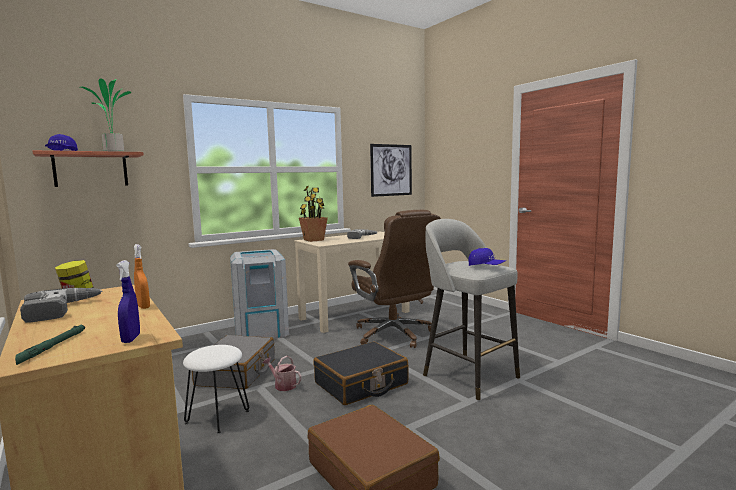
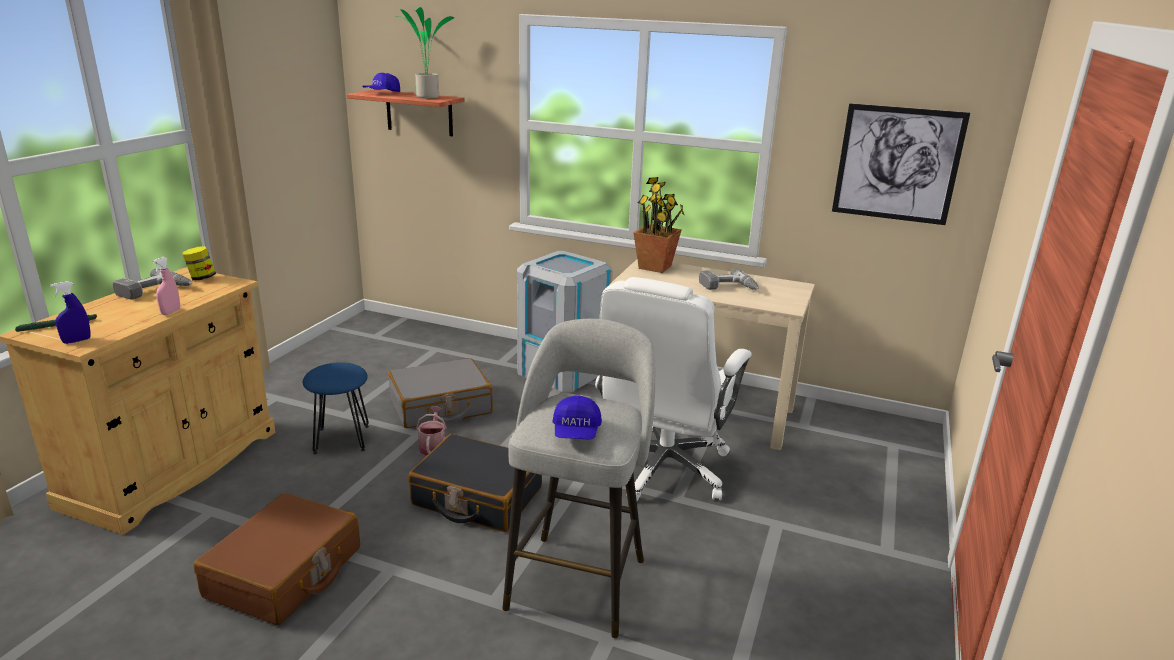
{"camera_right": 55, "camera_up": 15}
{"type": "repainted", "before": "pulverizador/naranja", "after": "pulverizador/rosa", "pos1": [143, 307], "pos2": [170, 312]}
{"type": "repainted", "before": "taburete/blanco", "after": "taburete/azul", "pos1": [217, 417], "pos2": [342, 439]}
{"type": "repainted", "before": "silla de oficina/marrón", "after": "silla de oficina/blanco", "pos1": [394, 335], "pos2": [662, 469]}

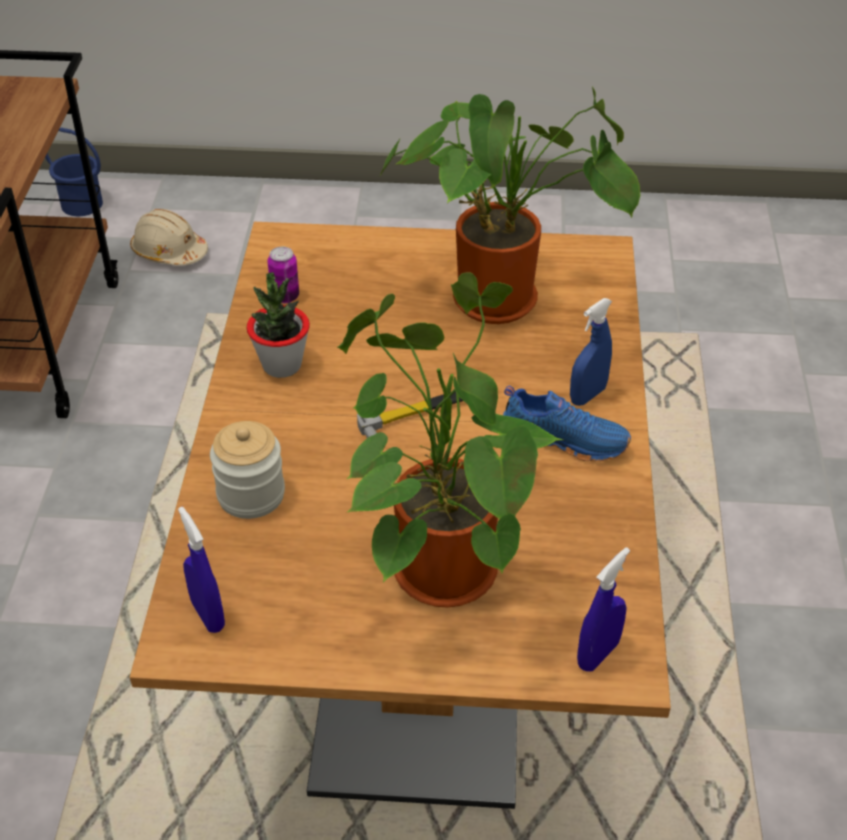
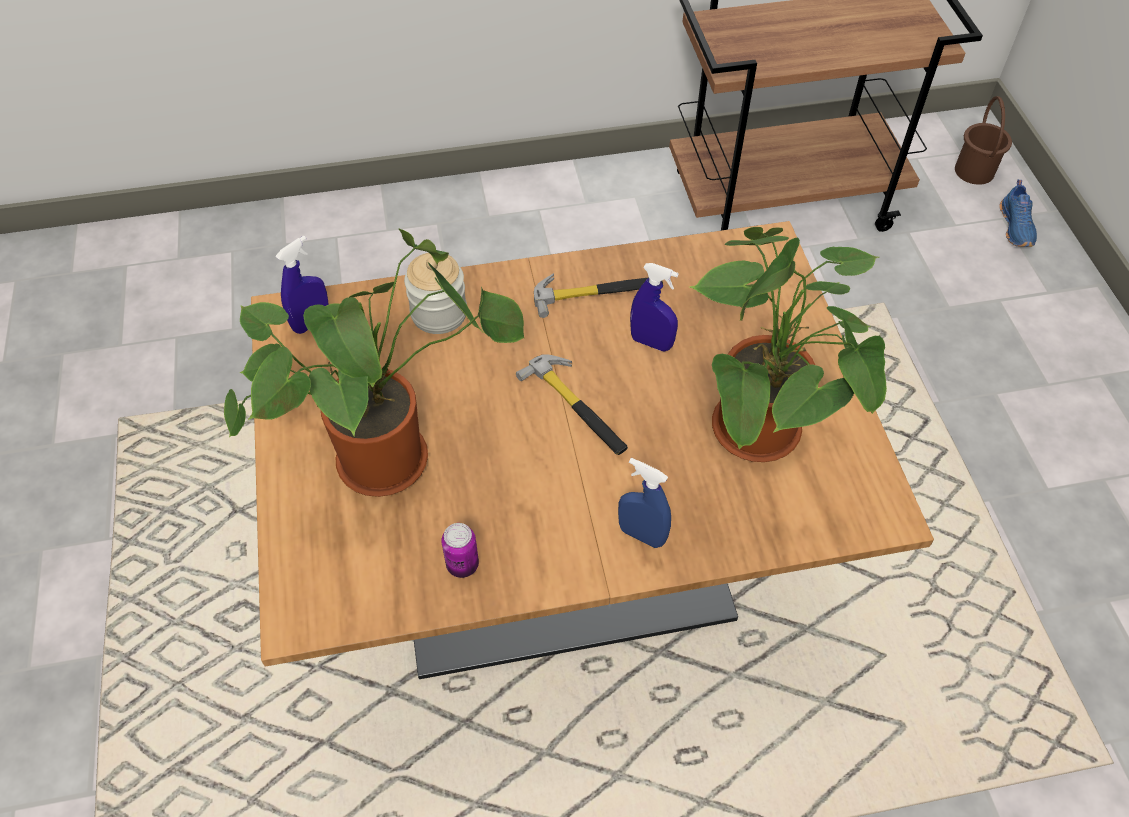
{"camera_right": 75, "camera_up": 10}
{"type": "gone", "before": "casco/beis", "pos1": [169, 252]}
{"type": "shifted", "before": "lata", "pos1": [285, 296], "pos2": [462, 565]}
{"type": "shifted", "before": "zapato/azul", "pos1": [563, 439], "pos2": [1017, 227]}
{"type": "shifted", "before": "pulverizador/azul", "pos1": [598, 654], "pos2": [651, 342]}
{"type": "swapped", "before": "planta en maceta", "after": "martillo", "pos1": [282, 365], "pos2": [597, 292]}
{"type": "repainted", "before": "cubo/azul", "after": "cubo/marrón", "pos1": [82, 204], "pos2": [975, 171]}

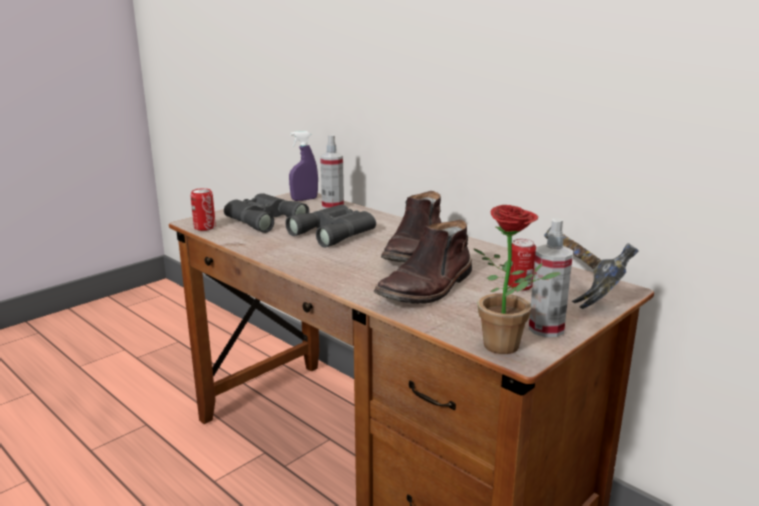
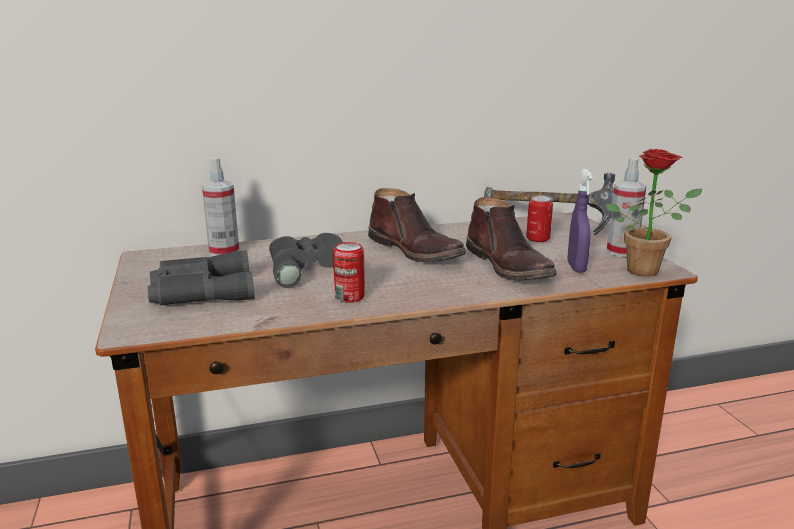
{"camera_right": -60, "camera_up": 0}
{"type": "shifted", "before": "lata", "pos1": [204, 227], "pos2": [349, 297]}
{"type": "shifted", "before": "pulverizador/morado", "pos1": [304, 199], "pos2": [576, 267]}

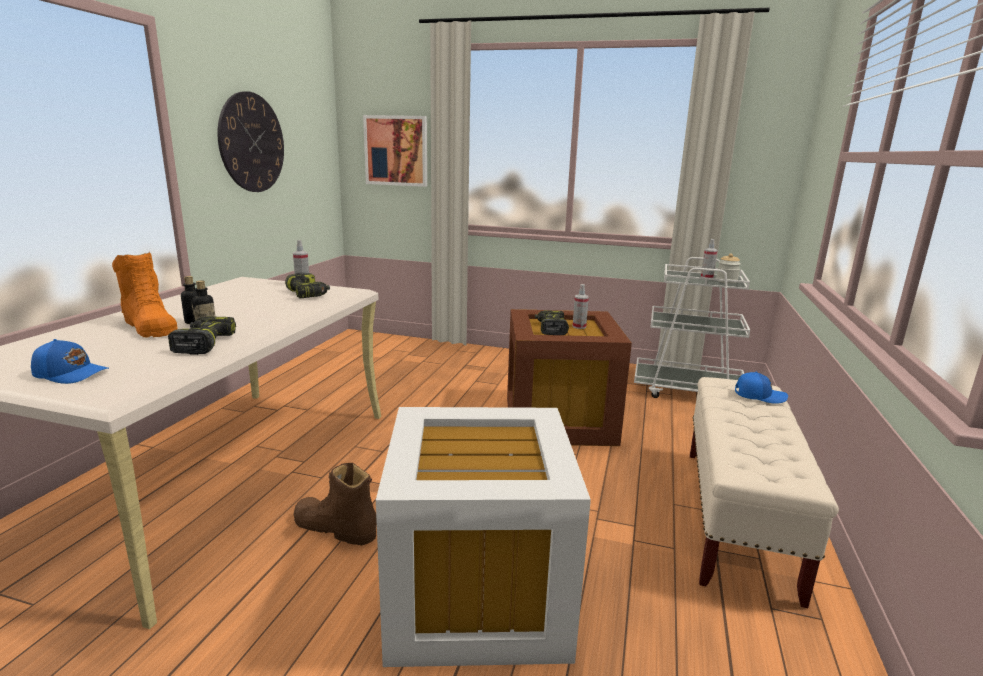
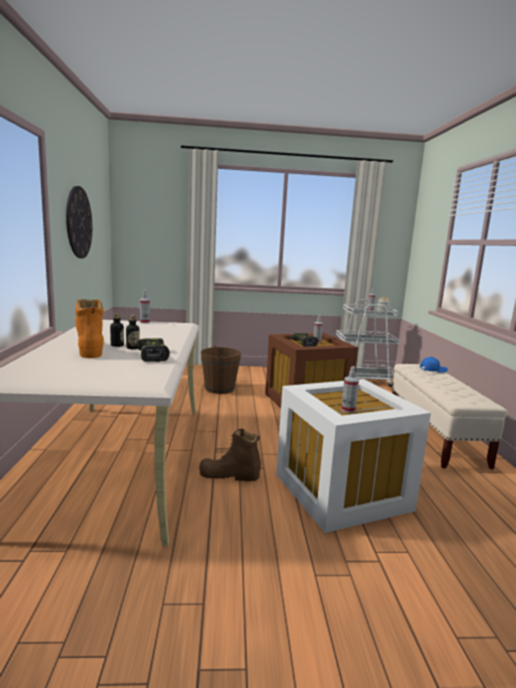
{"camera_right": -20, "camera_up": -5}
{"type": "gone", "before": "gorra/azul", "pos1": [71, 373]}
{"type": "gone", "before": "taladro", "pos1": [308, 294]}
{"type": "gone", "before": "cuadro", "pos1": [396, 151]}
{"type": "new", "after": "cubo/marrón", "pos2": [219, 388]}
{"type": "new", "after": "pulverizador", "pos2": [348, 410]}
{"type": "rotated", "before": "bota/naranja", "pos1": [149, 326], "pos2": [91, 349], "turn": -135}

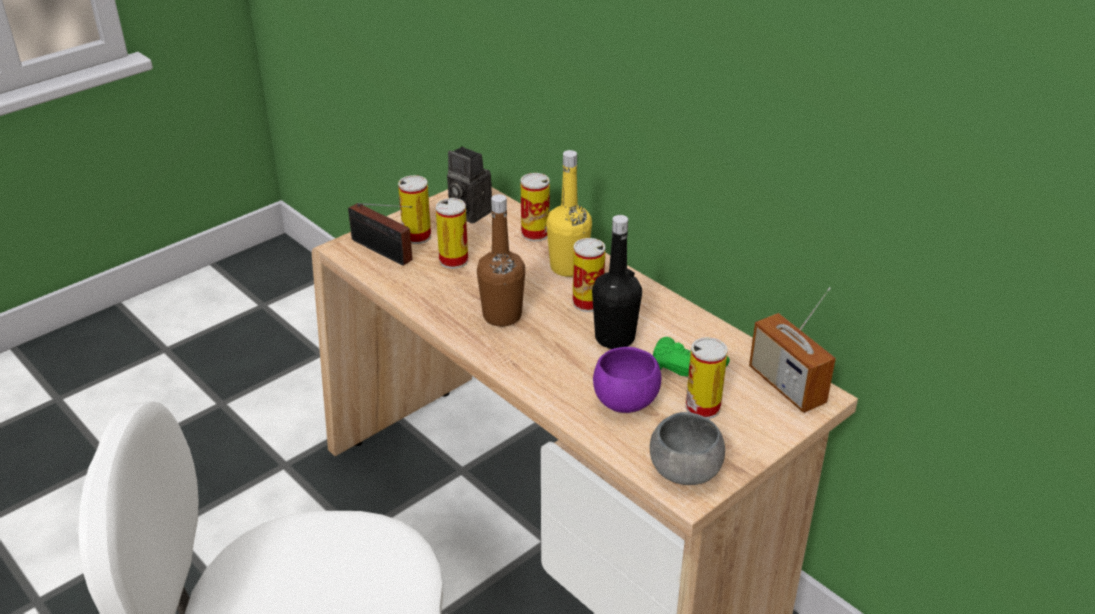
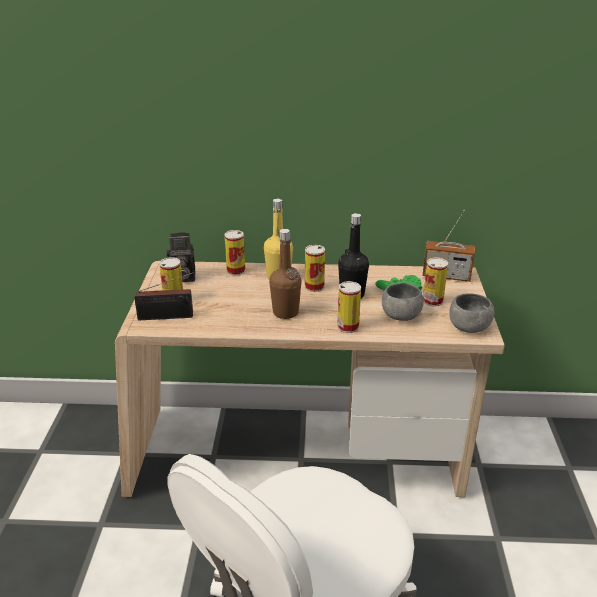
{"camera_right": -45, "camera_up": -5}
{"type": "shifted", "before": "lata", "pos1": [453, 260], "pos2": [348, 327]}
{"type": "repainted", "before": "cuenco/morado", "after": "cuenco/gris", "pos1": [625, 401], "pos2": [401, 316]}

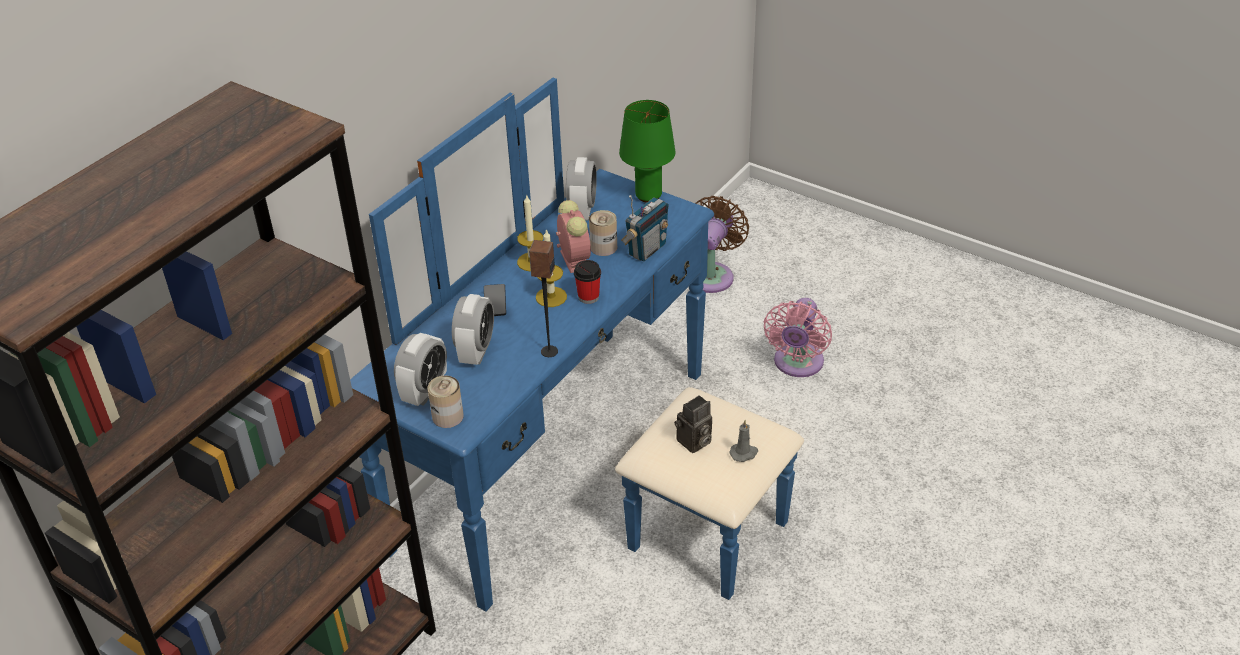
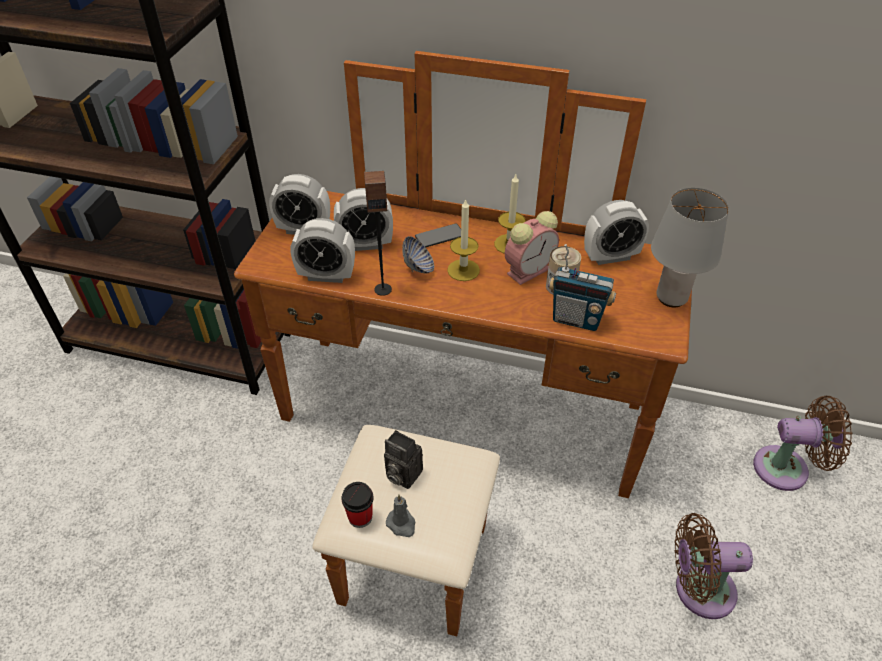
{"camera_right": 70, "camera_up": 5}
{"type": "gone", "before": "lata", "pos1": [447, 416]}
{"type": "new", "after": "despertador", "pos2": [326, 275]}
{"type": "new", "after": "cuenco", "pos2": [418, 267]}
{"type": "shifted", "before": "taza", "pos1": [588, 297], "pos2": [360, 517]}
{"type": "repainted", "before": "cómoda/azul", "after": "cómoda/marrón", "pos1": [587, 474], "pos2": [453, 442]}
{"type": "repainted", "before": "lámpara de mesa/verde", "after": "lámpara de mesa/gris", "pos1": [648, 196], "pos2": [670, 298]}
{"type": "repainted", "before": "ventilador/rosa", "after": "ventilador/marrón", "pos1": [797, 364], "pos2": [698, 590]}

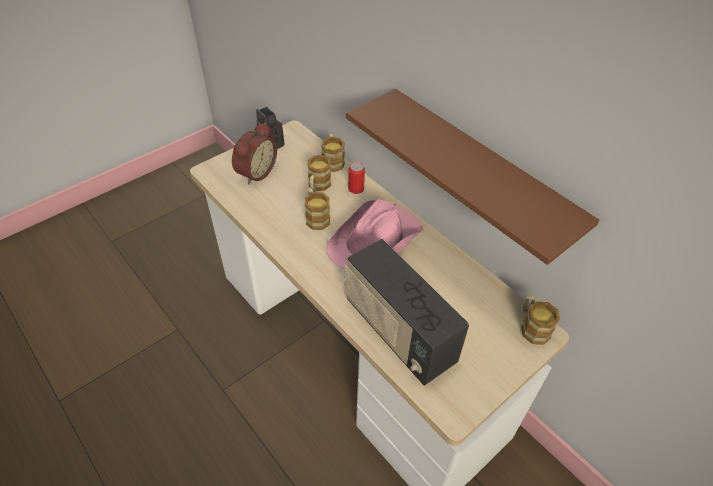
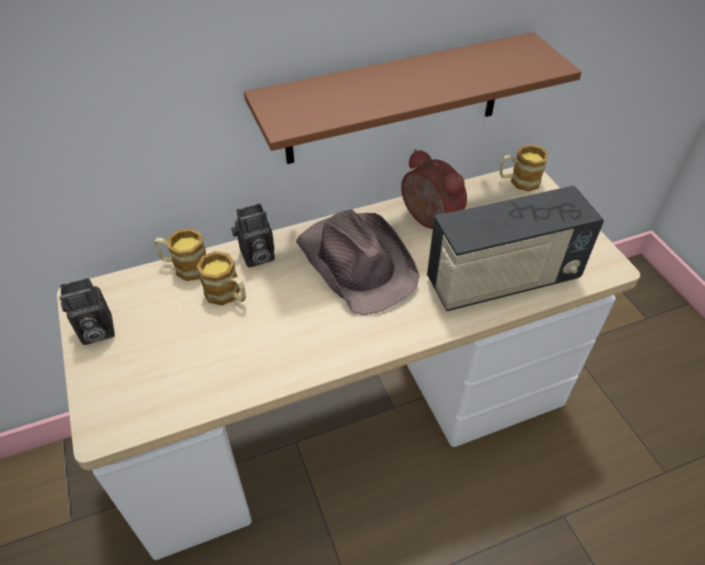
{"camera_right": -70, "camera_up": 0}
{"type": "gone", "before": "taza grande", "pos1": [316, 217]}
{"type": "shifted", "before": "despertador", "pos1": [255, 172], "pos2": [427, 219]}
{"type": "swapped", "before": "lata", "after": "cámara", "pos1": [356, 189], "pos2": [256, 257]}
{"type": "repainted", "before": "sombrero/rosa", "after": "sombrero/marrón", "pos1": [376, 240], "pos2": [356, 262]}

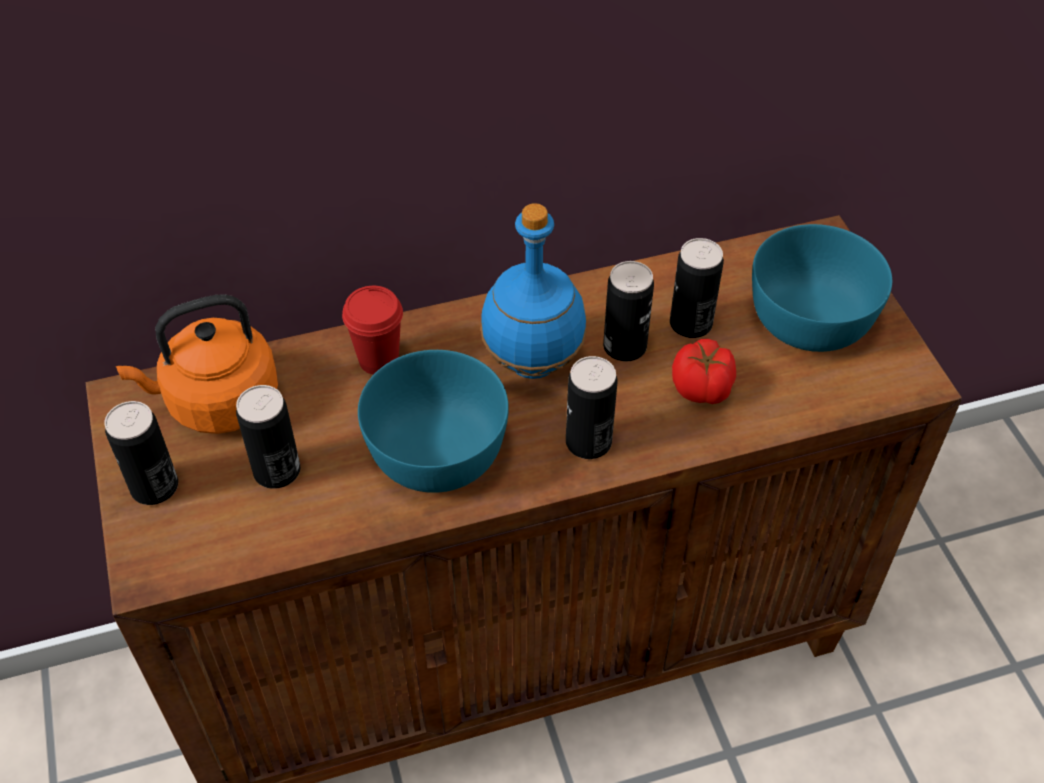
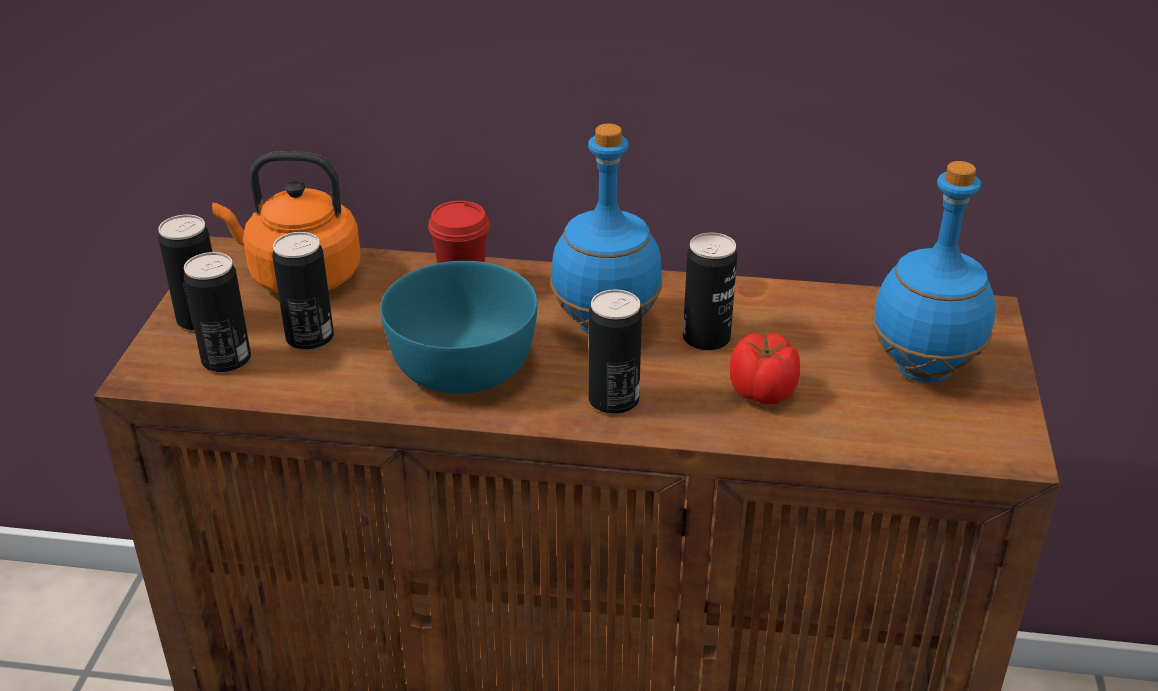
{"camera_right": 25, "camera_up": -15}
{"type": "shifted", "before": "lata", "pos1": [690, 324], "pos2": [226, 360]}
{"type": "swapped", "before": "cuenco/turquesa", "after": "botella/azul", "pos1": [808, 318], "pos2": [921, 368]}

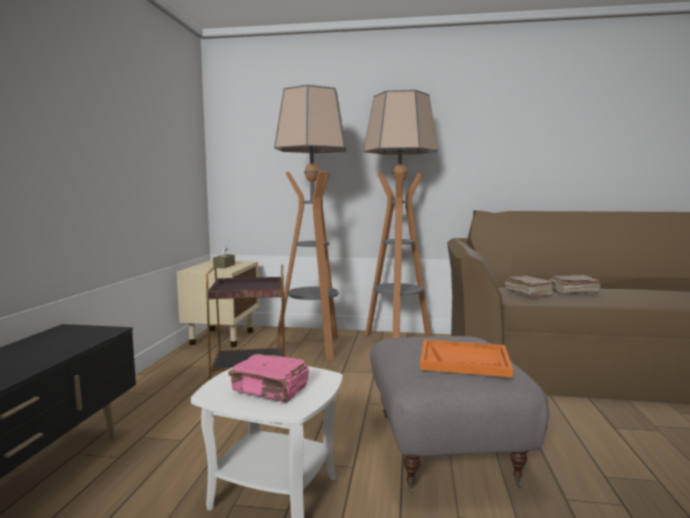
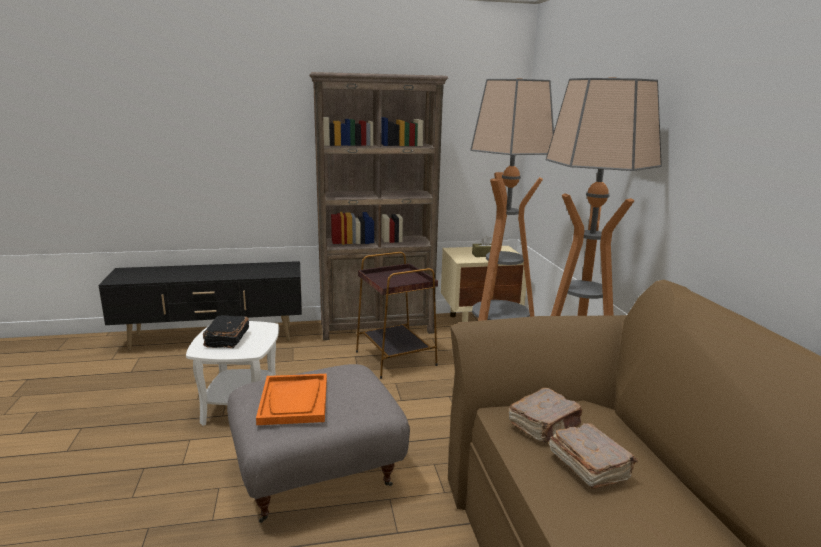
{"camera_right": 70, "camera_up": 10}
{"type": "new", "after": "estantería/marrón", "pos2": [377, 328]}
{"type": "repainted", "before": "libro/rosa", "after": "libro/negro", "pos1": [271, 389], "pos2": [226, 339]}

